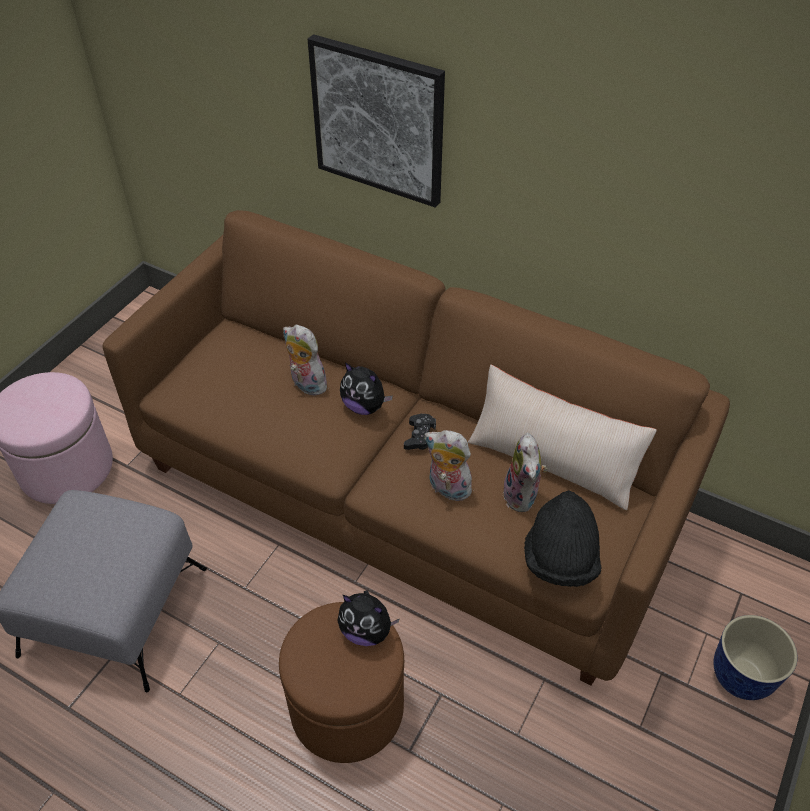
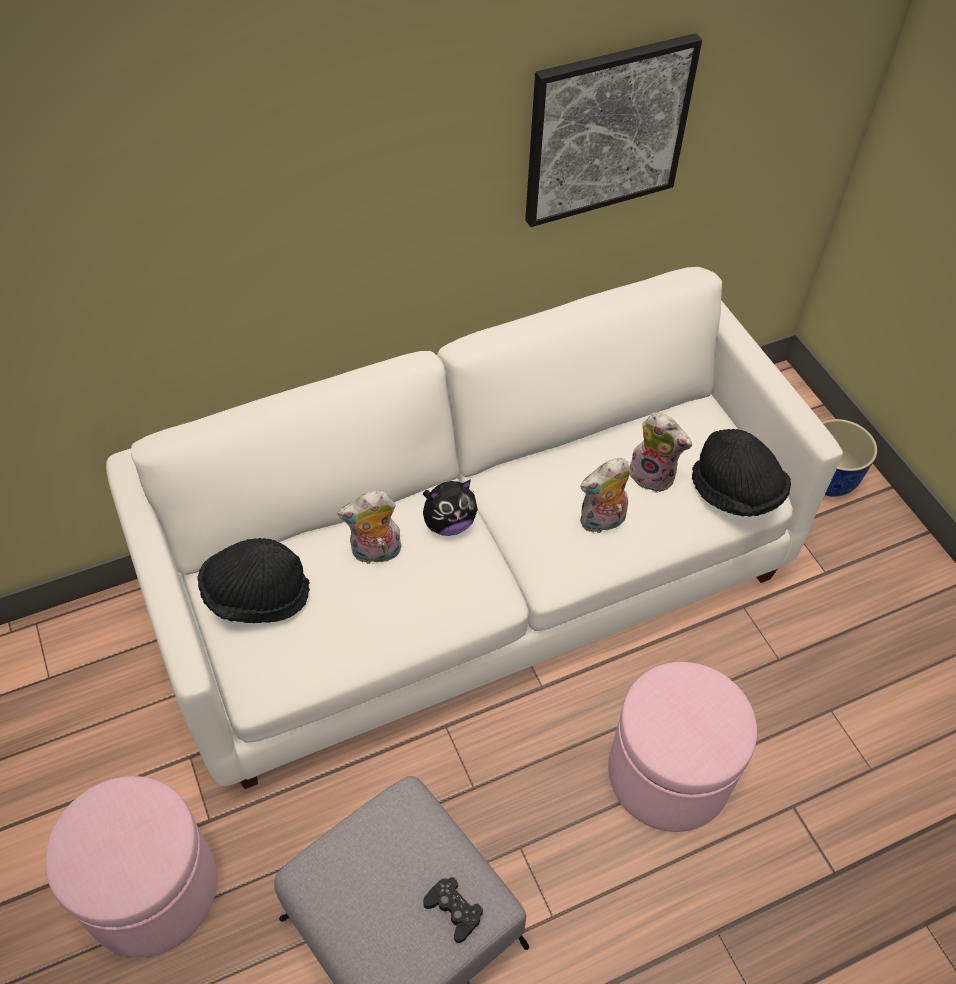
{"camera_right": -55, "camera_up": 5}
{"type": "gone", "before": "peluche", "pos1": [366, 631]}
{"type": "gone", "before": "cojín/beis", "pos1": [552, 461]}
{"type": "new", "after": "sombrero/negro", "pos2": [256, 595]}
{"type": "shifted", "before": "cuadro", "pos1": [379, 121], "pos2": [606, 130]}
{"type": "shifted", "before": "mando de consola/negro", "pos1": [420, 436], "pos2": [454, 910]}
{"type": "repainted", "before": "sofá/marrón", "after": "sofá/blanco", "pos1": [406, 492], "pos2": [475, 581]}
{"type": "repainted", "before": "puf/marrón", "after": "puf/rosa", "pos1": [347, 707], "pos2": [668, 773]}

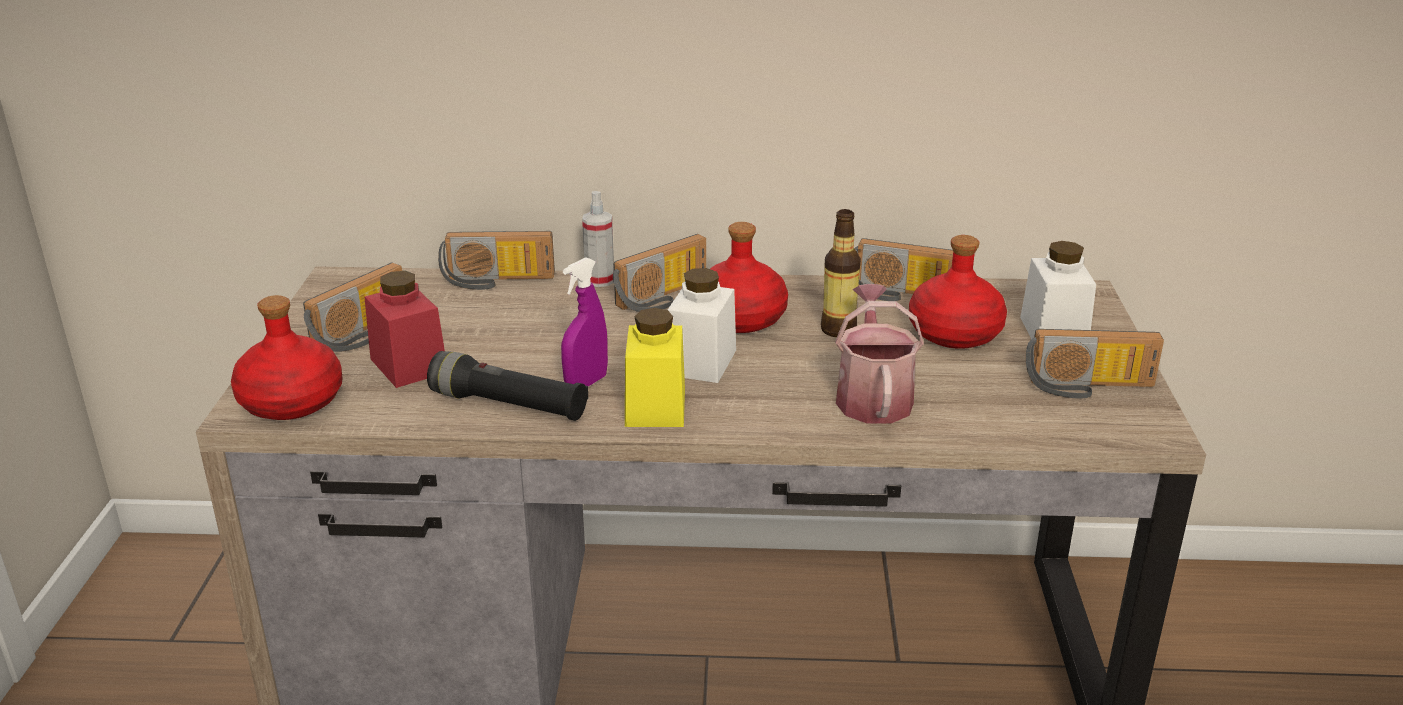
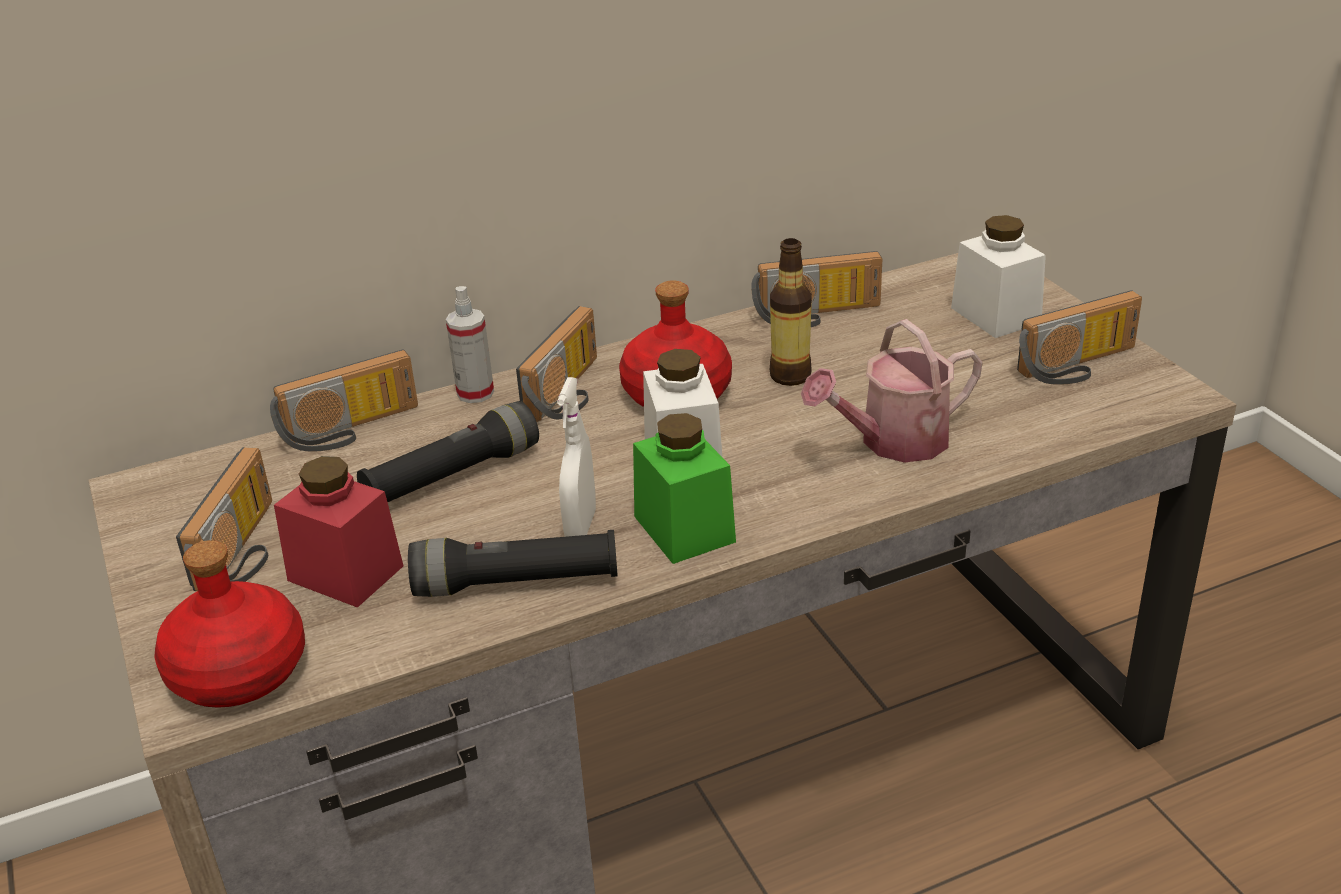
{"camera_right": -25, "camera_up": 5}
{"type": "gone", "before": "botella/rojo", "pos1": [956, 333]}
{"type": "new", "after": "linterna/negro", "pos2": [452, 476]}
{"type": "repainted", "before": "pulverizador/morado", "after": "pulverizador/blanco", "pos1": [586, 383], "pos2": [580, 526]}
{"type": "repainted", "before": "tarro/amarillo", "after": "tarro/verde", "pos1": [655, 407], "pos2": [684, 529]}
{"type": "rotated", "before": "regadera", "pos1": [873, 396], "pos2": [893, 441], "turn": -90}

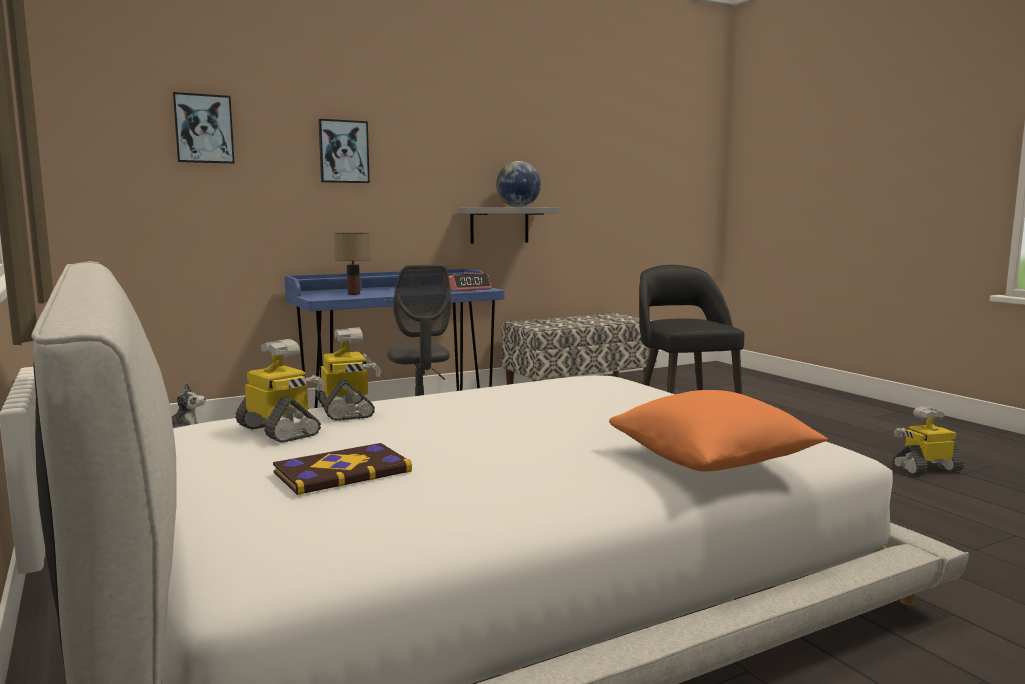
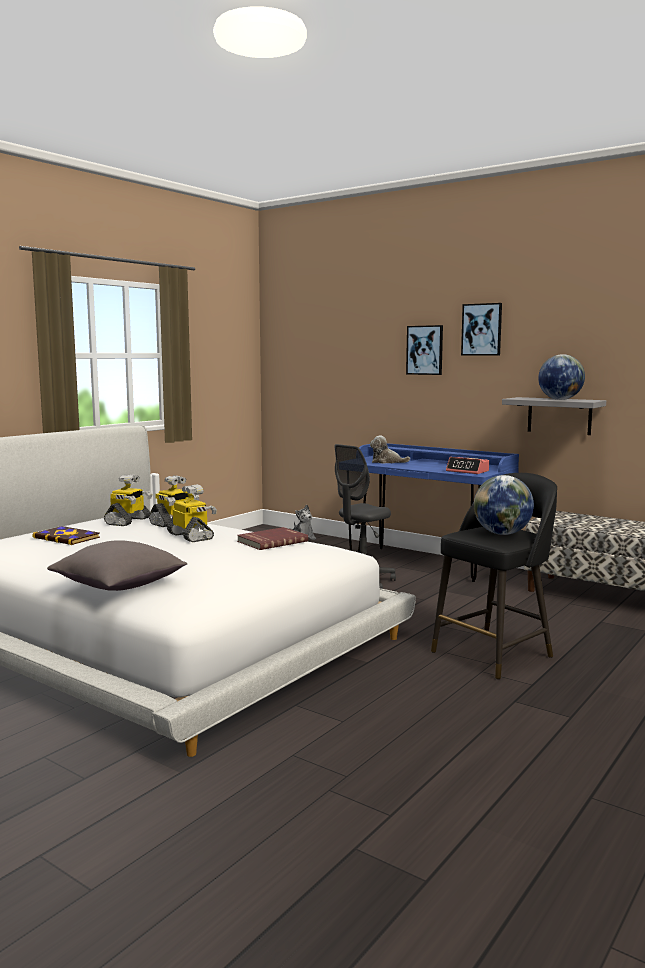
{"camera_right": 65, "camera_up": 0}
{"type": "new", "after": "libro/rojo", "pos2": [271, 541]}
{"type": "new", "after": "globo terráqueo", "pos2": [502, 534]}
{"type": "shifted", "before": "cuadro", "pos1": [203, 129], "pos2": [482, 329]}
{"type": "shifted", "before": "robot de juguete", "pos1": [926, 469], "pos2": [191, 536]}
{"type": "swapped", "before": "lámpara de mesa", "after": "peluche", "pos1": [354, 294], "pos2": [386, 462]}
{"type": "repainted", "before": "cojín/naranja", "after": "cojín/gris", "pos1": [712, 462], "pos2": [119, 586]}

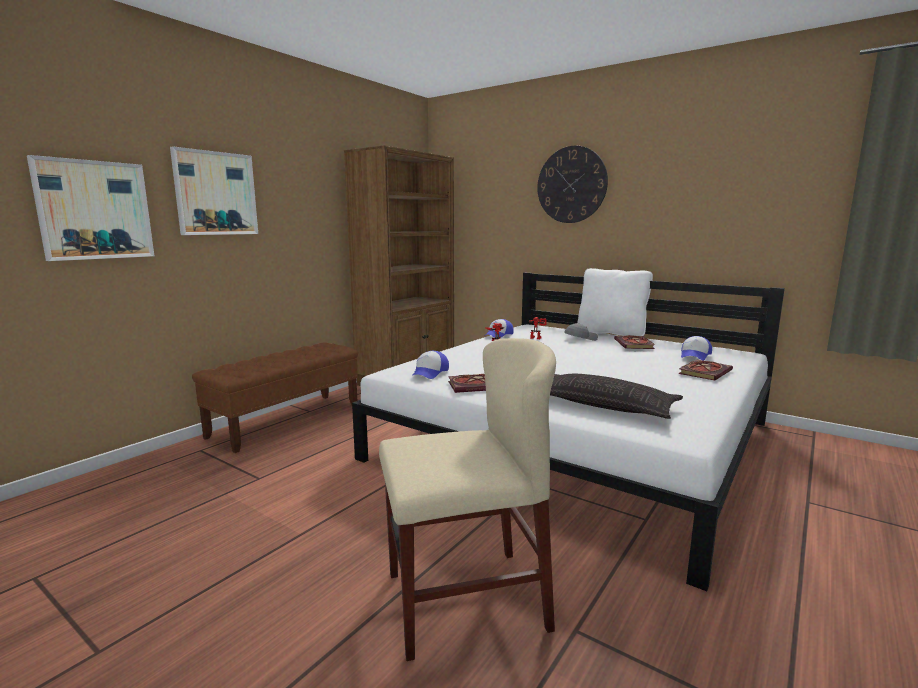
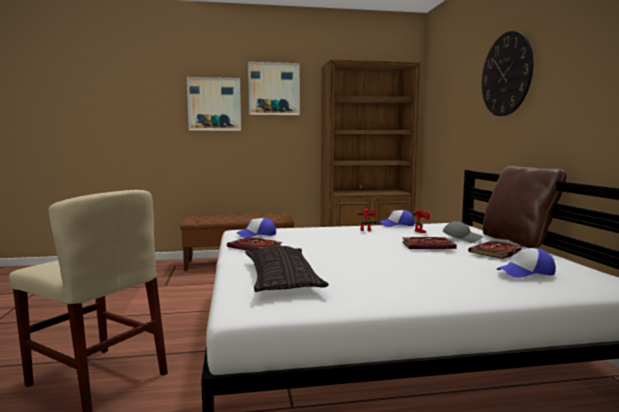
{"camera_right": 45, "camera_up": -5}
{"type": "shifted", "before": "cuadro", "pos1": [94, 210], "pos2": [274, 89]}
{"type": "shifted", "before": "libro", "pos1": [704, 372], "pos2": [429, 245]}
{"type": "repainted", "before": "cojín/blanco", "after": "cojín/marrón", "pos1": [611, 333], "pos2": [518, 241]}

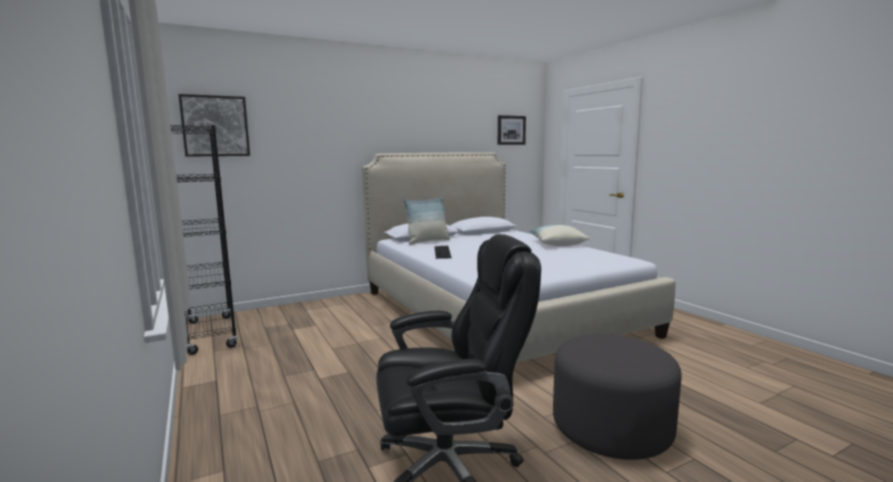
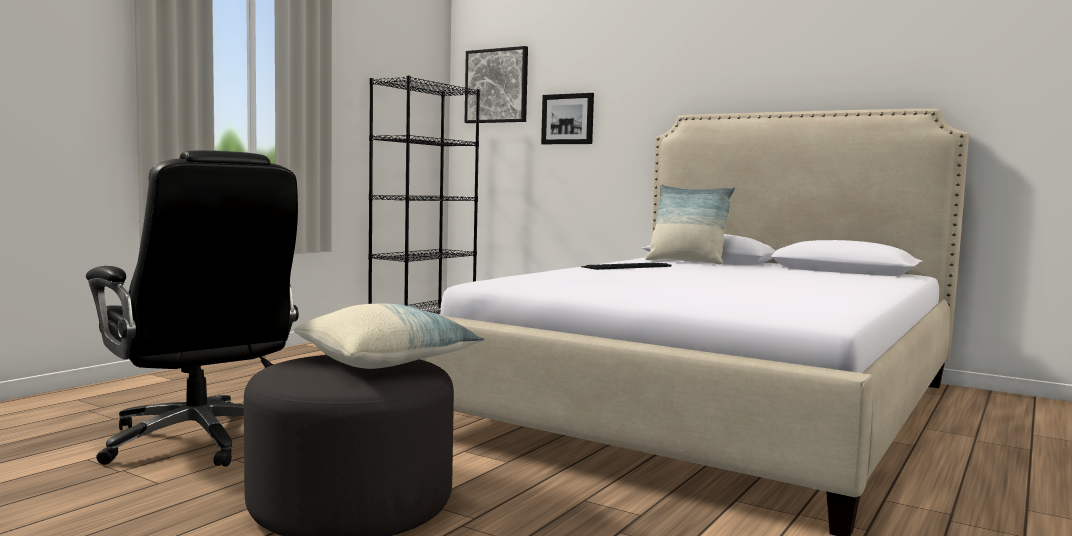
{"camera_right": 60, "camera_up": -5}
{"type": "shifted", "before": "cuadro", "pos1": [511, 130], "pos2": [568, 119]}
{"type": "shifted", "before": "cojín", "pos1": [557, 244], "pos2": [387, 362]}

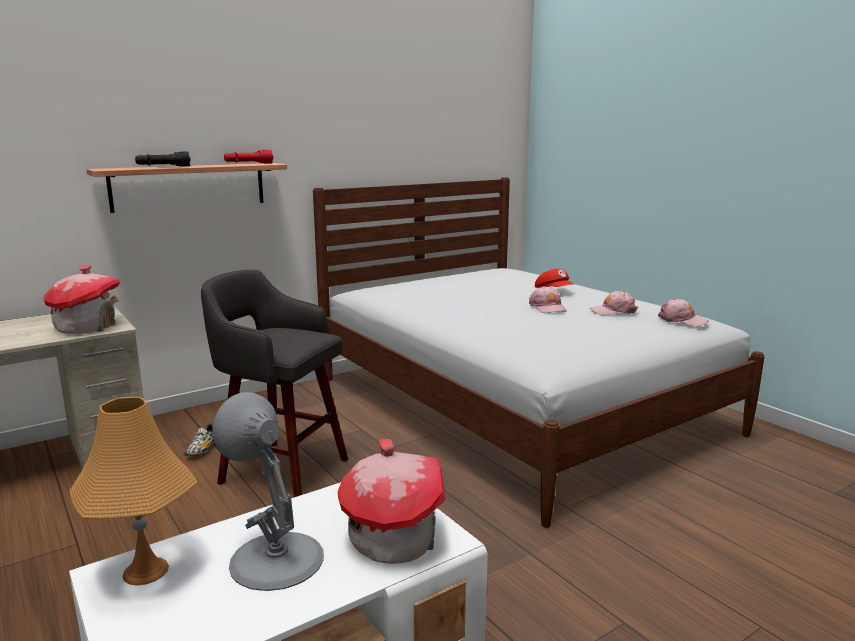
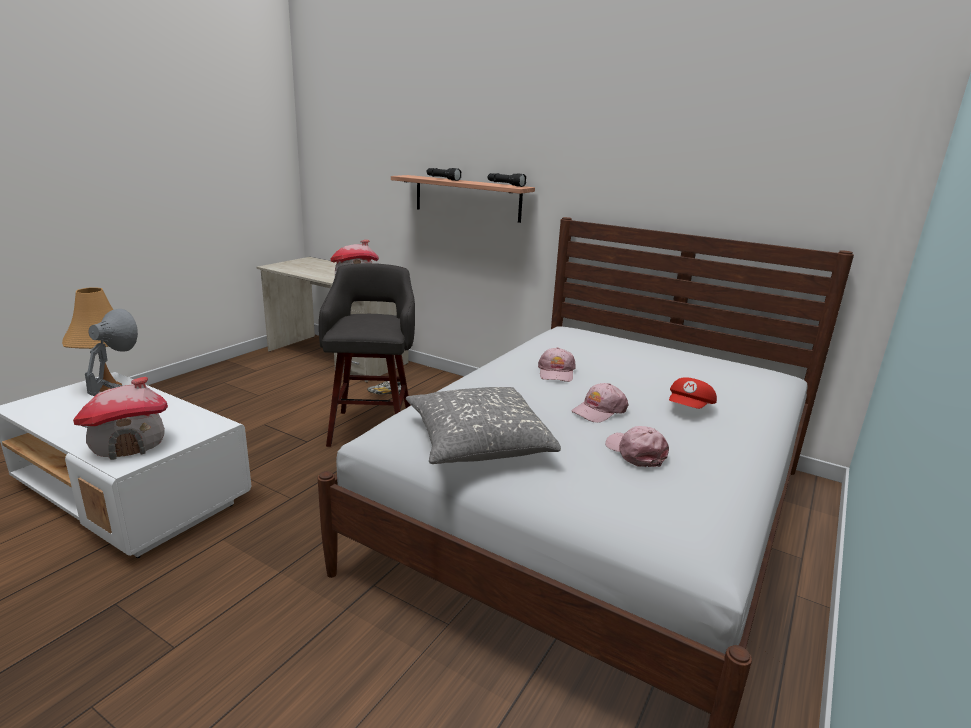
{"camera_right": 65, "camera_up": 5}
{"type": "new", "after": "cojín/gris", "pos2": [477, 441]}
{"type": "shifted", "before": "gorra/rosa", "pos1": [682, 320], "pos2": [556, 372]}
{"type": "repainted", "before": "linterna/rojo", "after": "linterna/negro", "pos1": [248, 164], "pos2": [505, 185]}

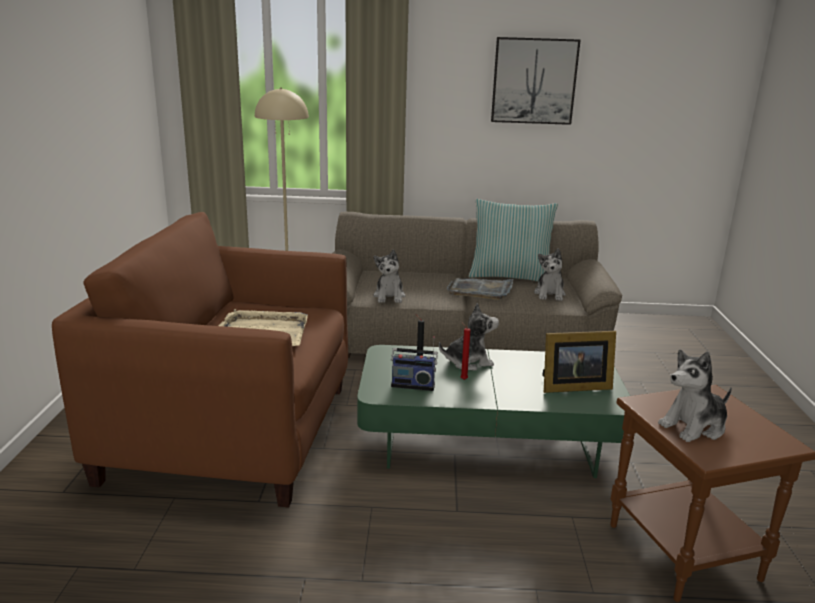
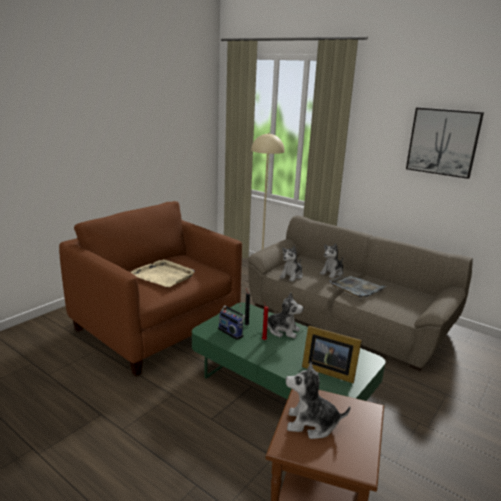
{"camera_right": 35, "camera_up": 0}
{"type": "gone", "before": "cojín", "pos1": [509, 276]}
{"type": "shifted", "before": "peluche", "pos1": [549, 294], "pos2": [332, 273]}

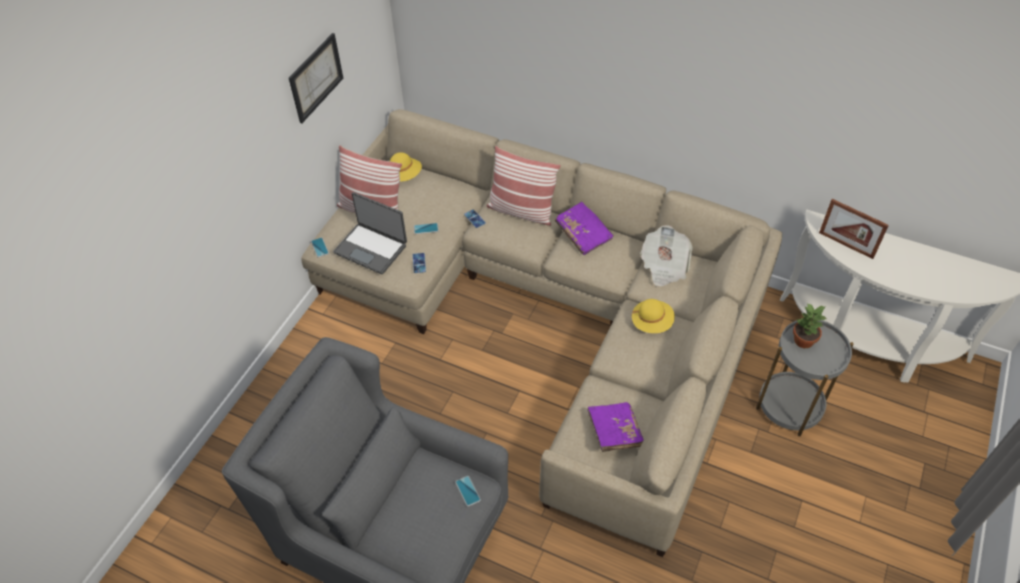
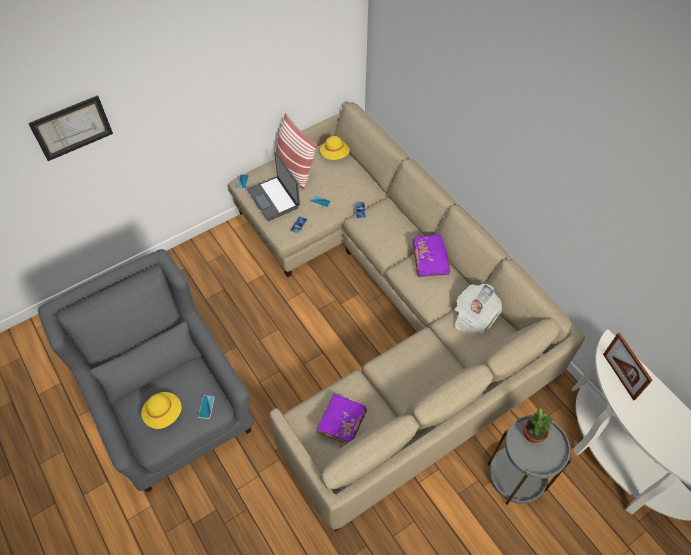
{"camera_right": 30, "camera_up": 5}
{"type": "gone", "before": "cojín", "pos1": [521, 211]}
{"type": "shifted", "before": "cuadro", "pos1": [316, 77], "pos2": [72, 128]}
{"type": "shifted", "before": "sombrero/amarillo", "pos1": [652, 322], "pos2": [163, 414]}

